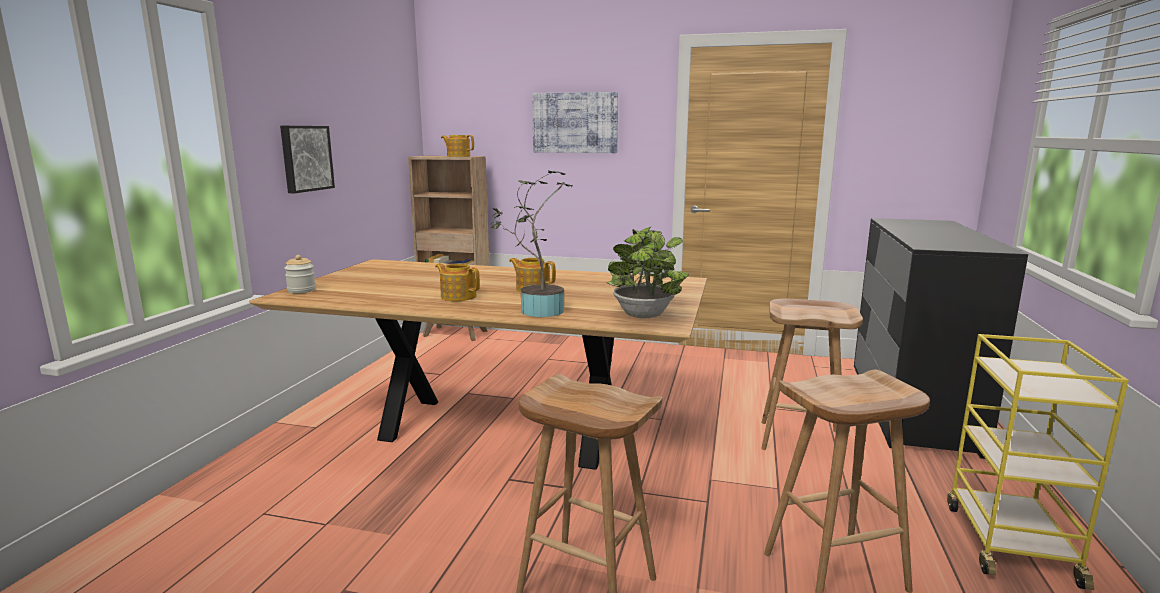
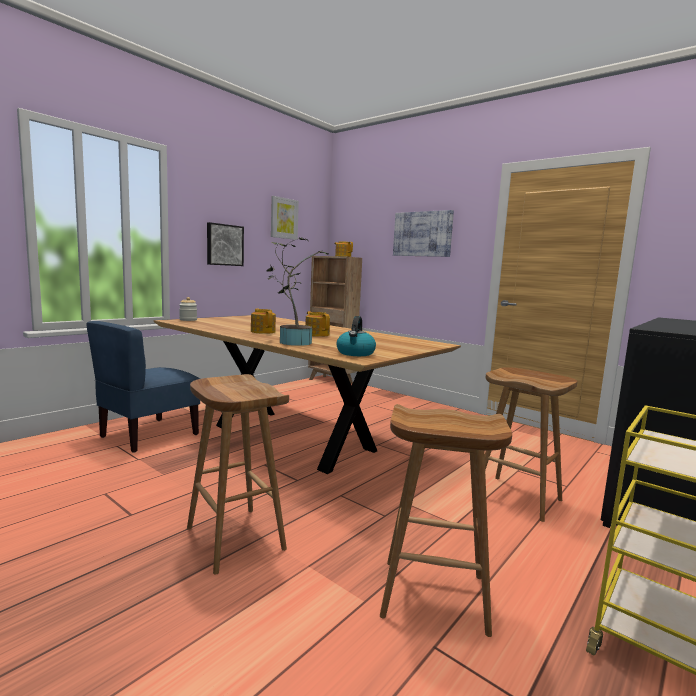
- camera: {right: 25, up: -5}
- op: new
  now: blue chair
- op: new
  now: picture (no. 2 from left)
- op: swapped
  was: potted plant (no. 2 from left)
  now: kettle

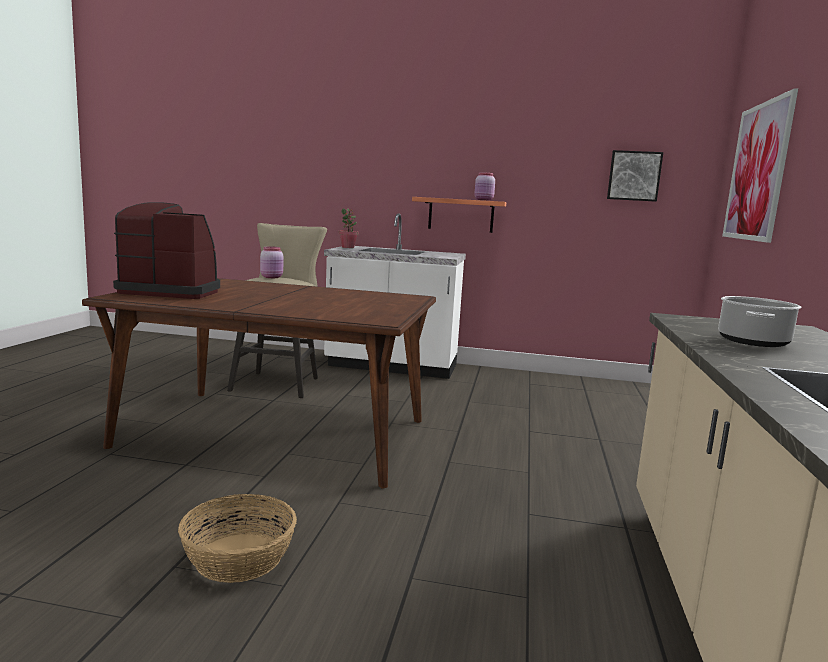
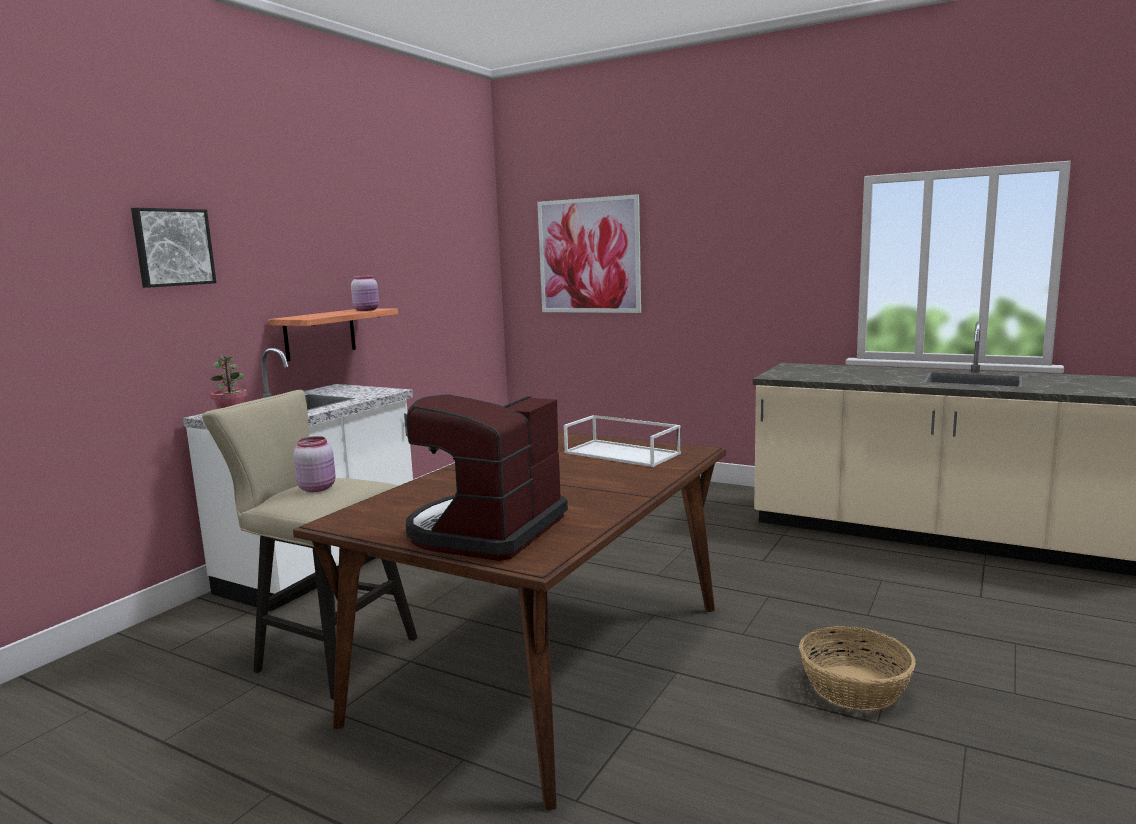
- camera: {right: -70, up: 0}
- op: gone
  was: cooking pot
- op: new
  now: white tray
- op: shifted
  was: picture (no. 1 from left)

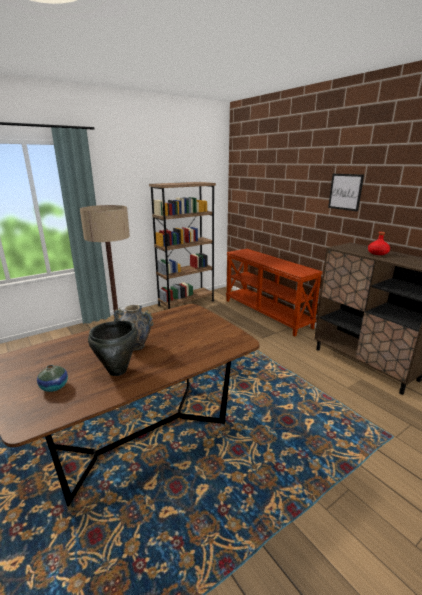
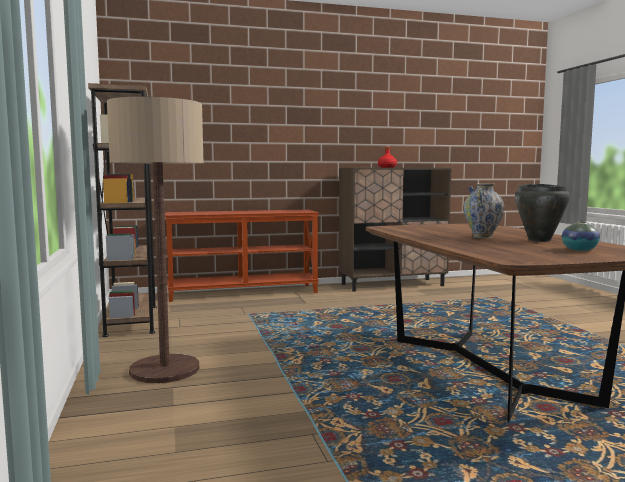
- camera: {right: -70, up: -15}
- op: gone
  was: picture

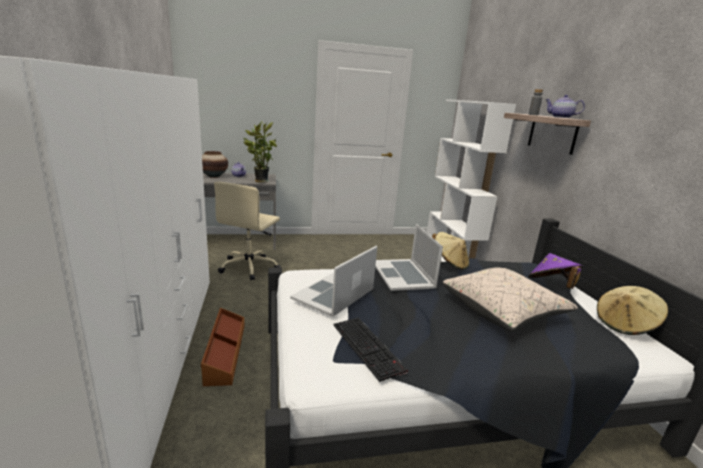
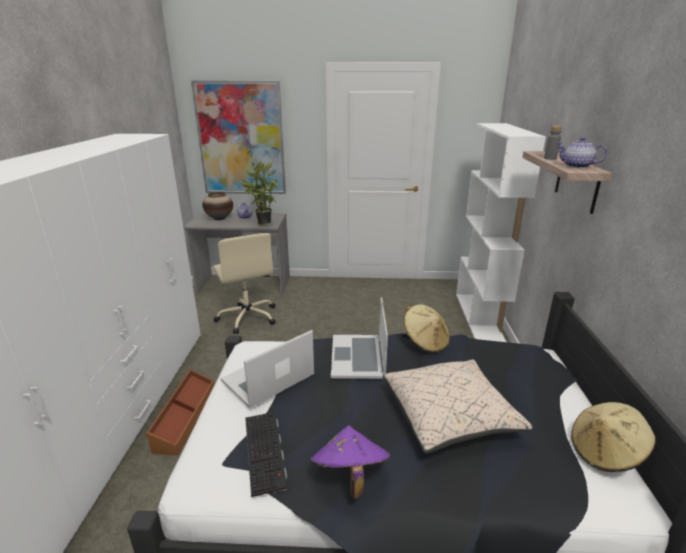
- camera: {right: 15, up: 5}
- op: new
  now: picture
- op: shifted
  was: purple hat
- op: rotated
  was: beige office chair
  clockwise: -60

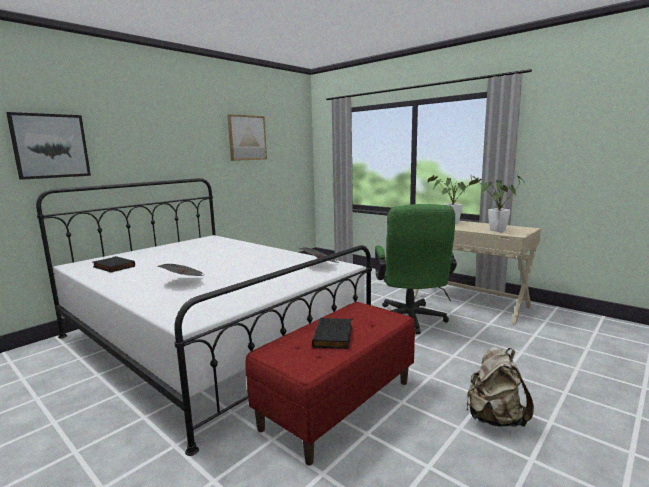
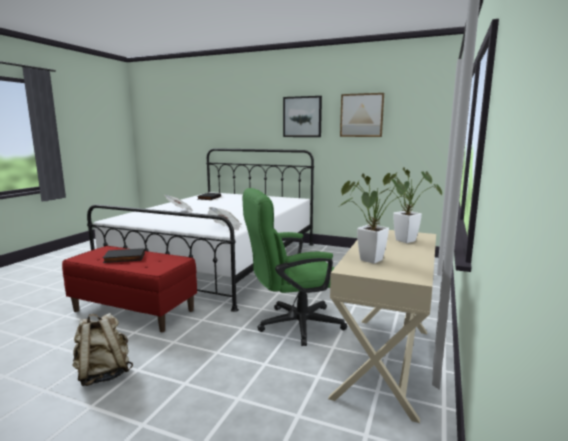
- camera: {right: 70, up: 0}
- op: shifted
  was: picture (no. 1 from left)

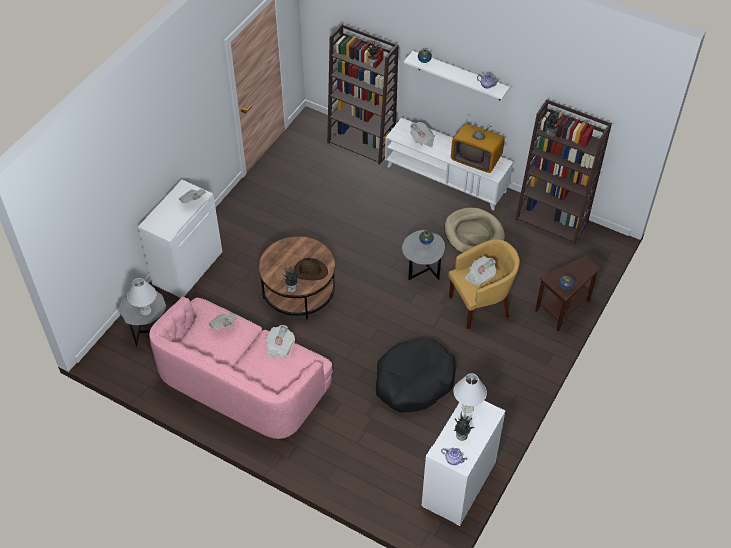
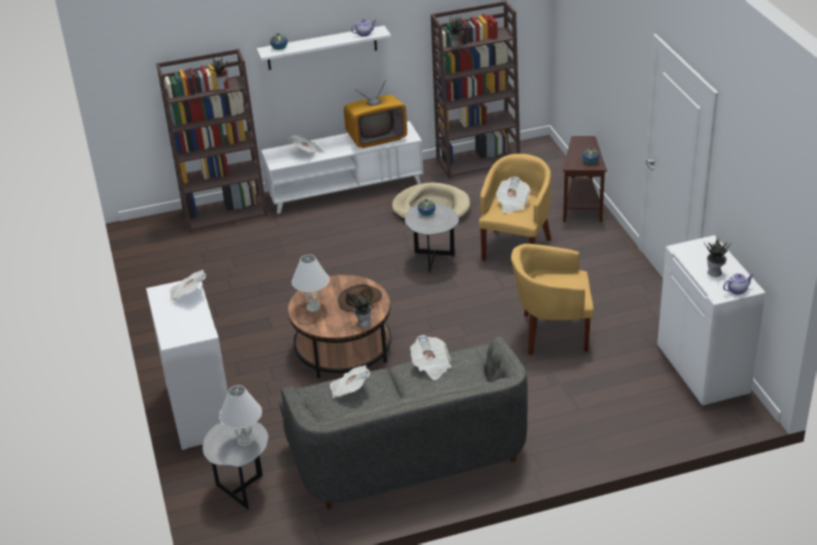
- camera: {right: -45, up: -15}
- op: shifted
  was: white table lamp (no. 2 from left)
- op: swapped
  was: black dog bed
  now: yellow armchair (no. 2 from left)
- op: repainted
  was: pink sofa
  now: grey sofa

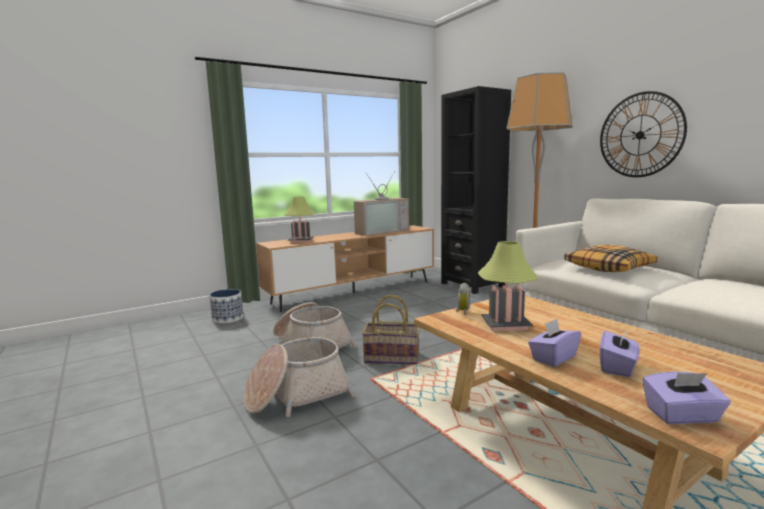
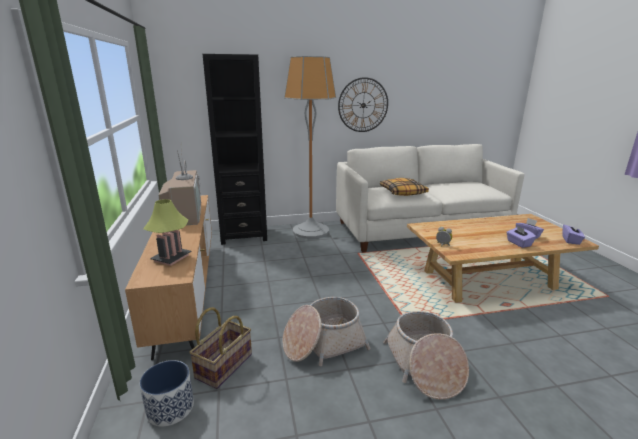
- camera: {right: -70, up: 10}
- op: gone
  was: table lamp (no. 2 from left)
- op: shifted
  was: basket (no. 3 from left in the first image)
  now: basket (no. 1 from left)

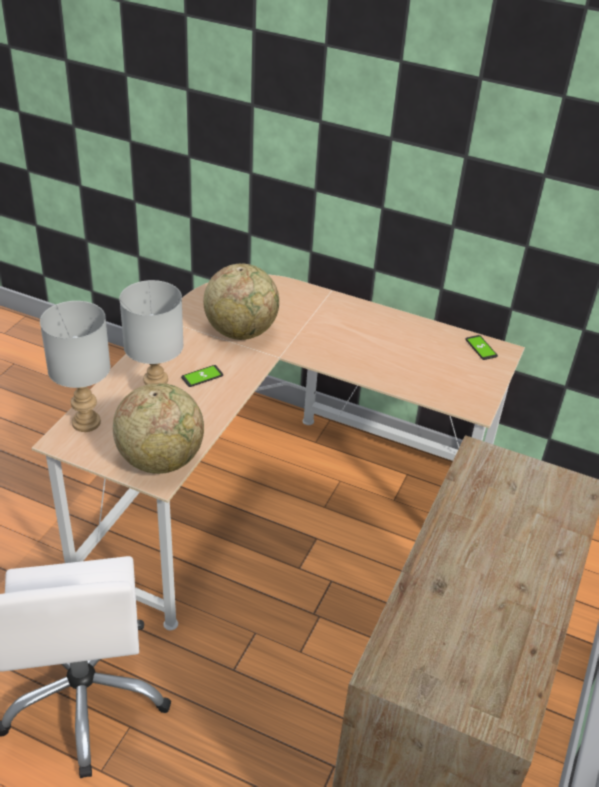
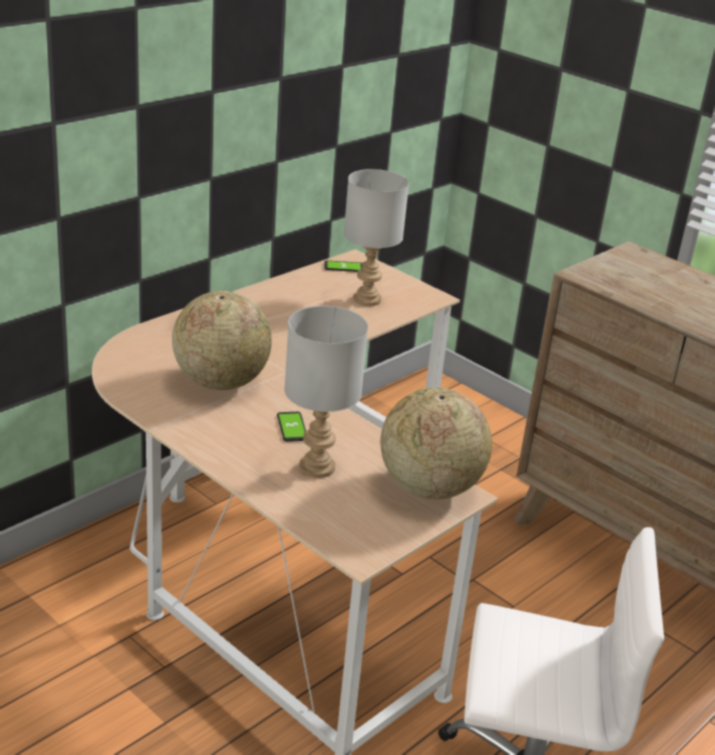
- camera: {right: -70, up: -10}
- op: shifted
  was: grey table lamp (no. 1 from left in the first image)
  now: grey table lamp (no. 2 from left)

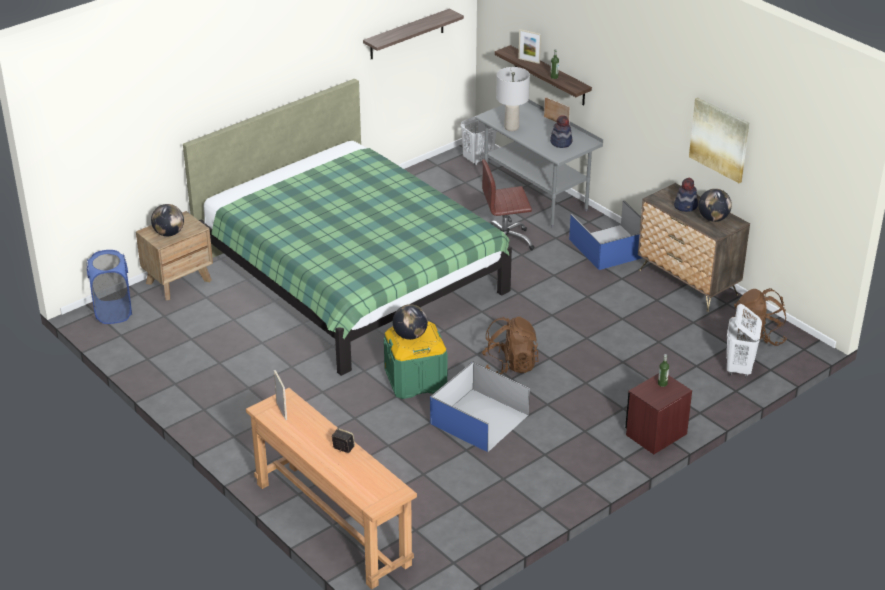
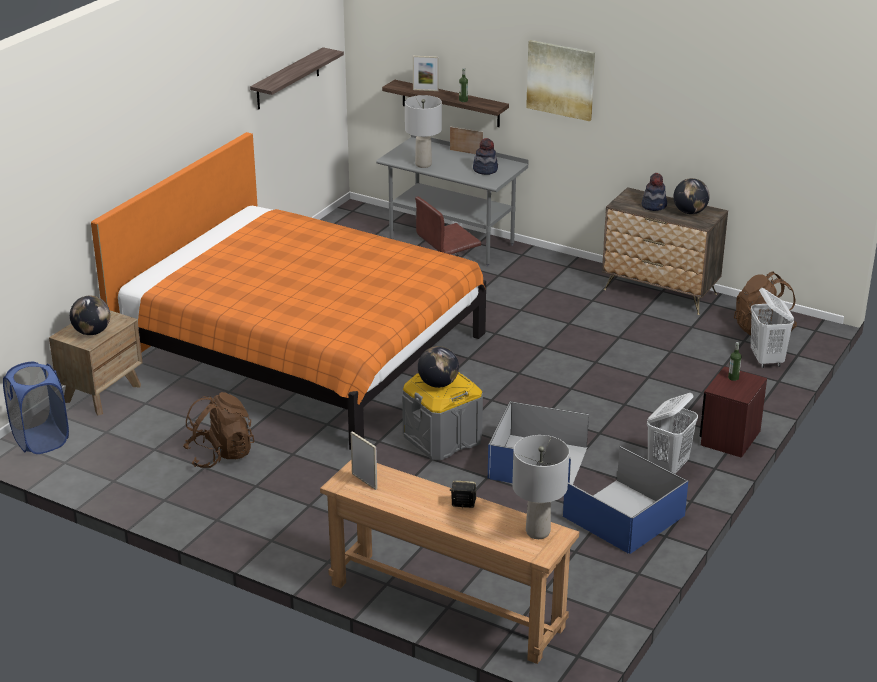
- camera: {right: -20, up: -5}
- op: new
  now: grey table lamp (no. 2 from left)
- op: shifted
  was: white laundry basket (no. 1 from left)
- op: shifted
  was: brown backpack (no. 1 from left)
- op: shifted
  was: blue storage box (no. 2 from left)
- op: shifted
  was: picture
- op: repainted
  was: green bed
  now: orange bed
- op: repainted
  was: green storage box
  now: grey storage box

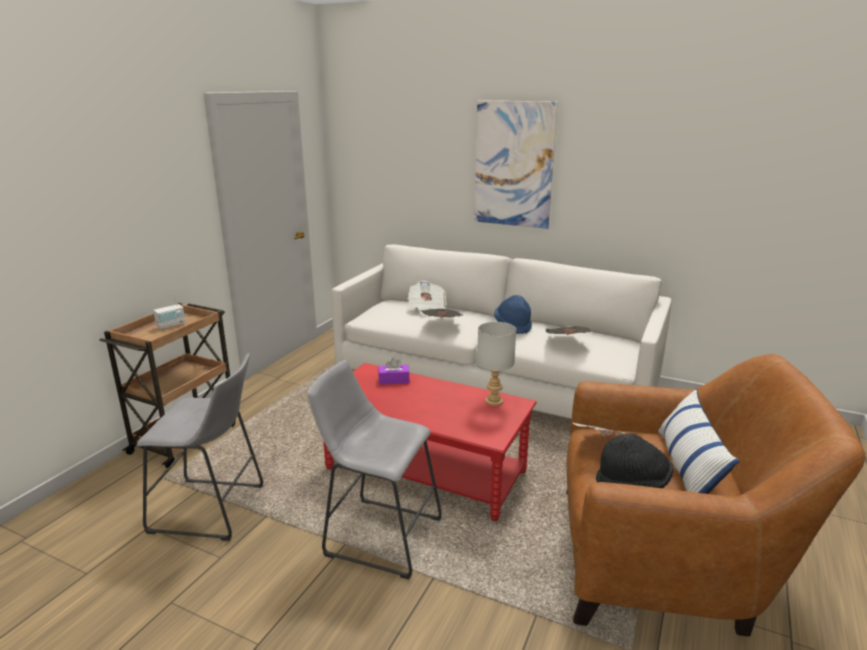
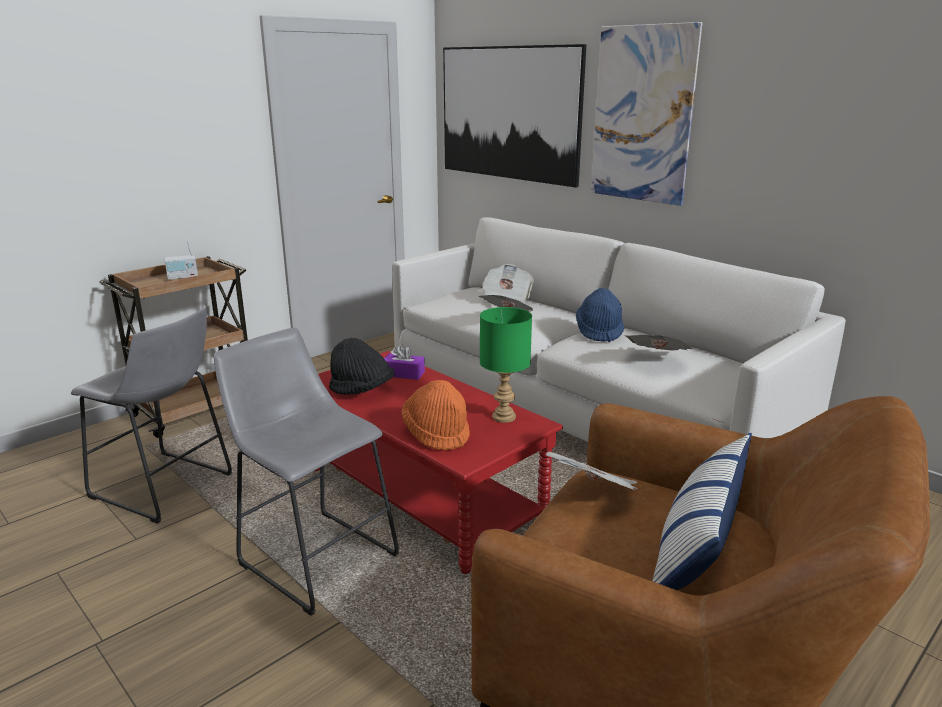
- camera: {right: 20, up: 0}
- op: new
  now: orange hat
- op: new
  now: picture (no. 1 from left)
- op: shifted
  was: black hat
- op: repainted
  was: grey table lamp
  now: green table lamp

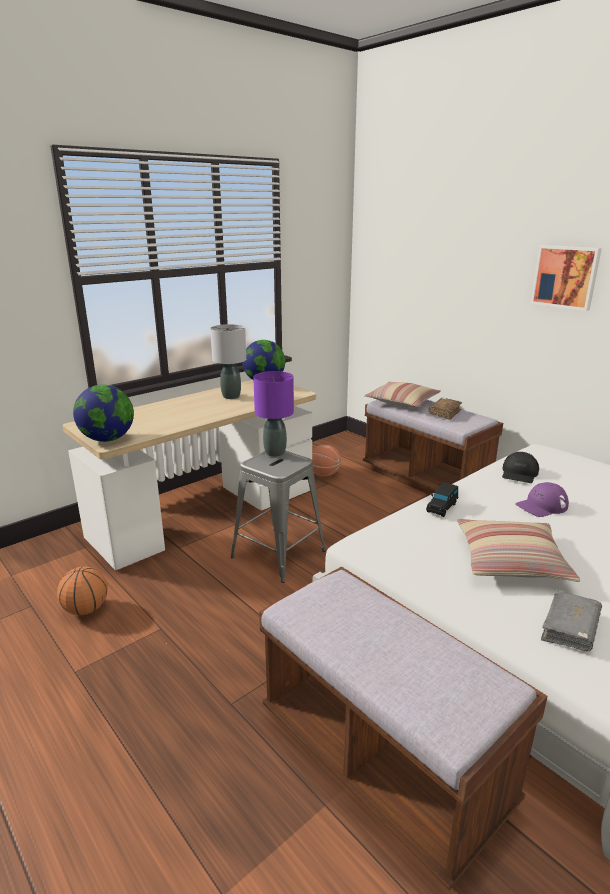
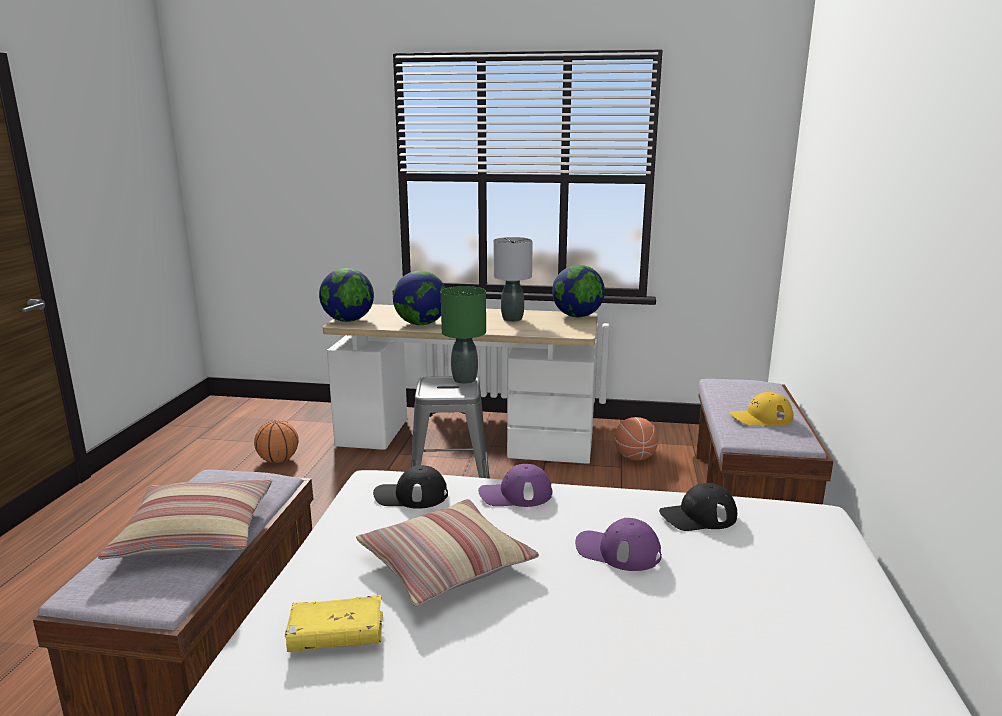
- camera: {right: 50, up: -5}
- op: gone
  was: picture
- op: new
  now: black cap (no. 1 from left)
- op: new
  now: globe (no. 2 from left)
- op: shifted
  was: pillow (no. 1 from left)
- op: swapped
  was: black toy car
  now: purple cap (no. 1 from left)
- op: swapped
  was: brown book
  now: yellow cap
- op: repainted
  was: purple table lamp
  now: green table lamp
- op: repainted
  was: grey book
  now: yellow book

